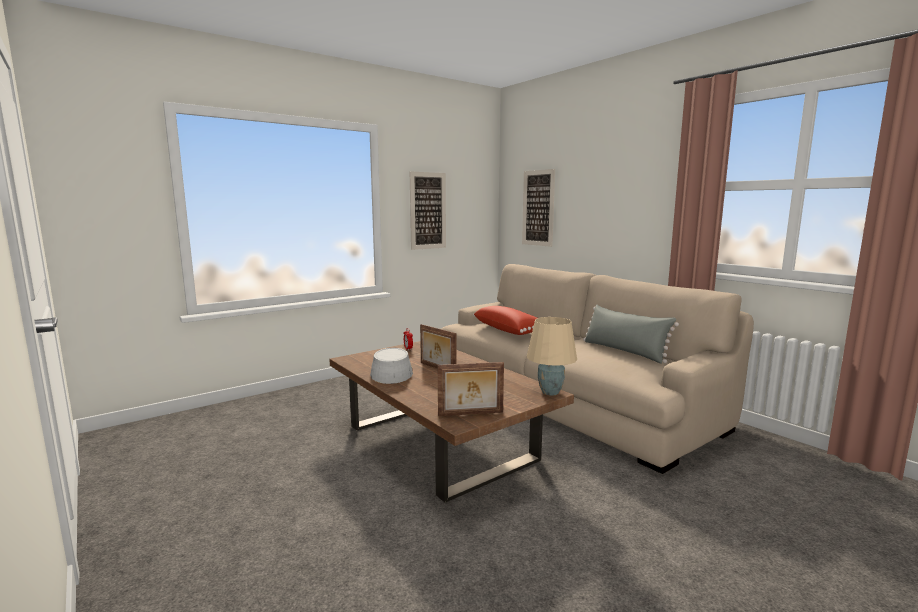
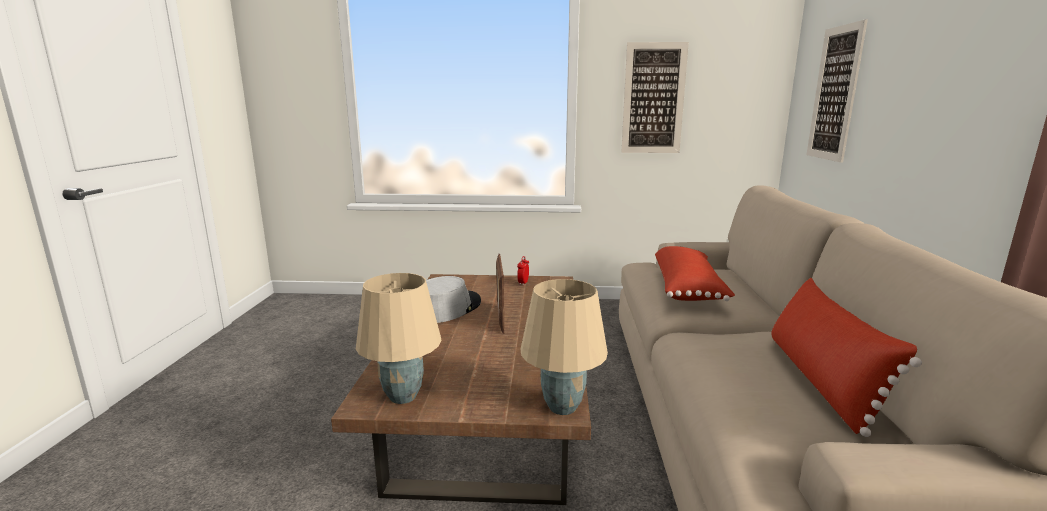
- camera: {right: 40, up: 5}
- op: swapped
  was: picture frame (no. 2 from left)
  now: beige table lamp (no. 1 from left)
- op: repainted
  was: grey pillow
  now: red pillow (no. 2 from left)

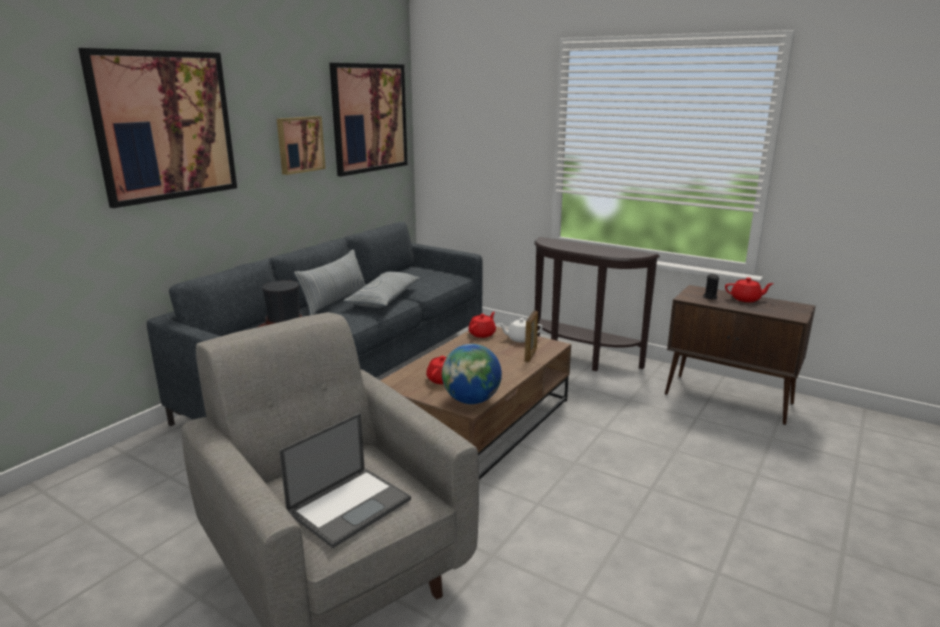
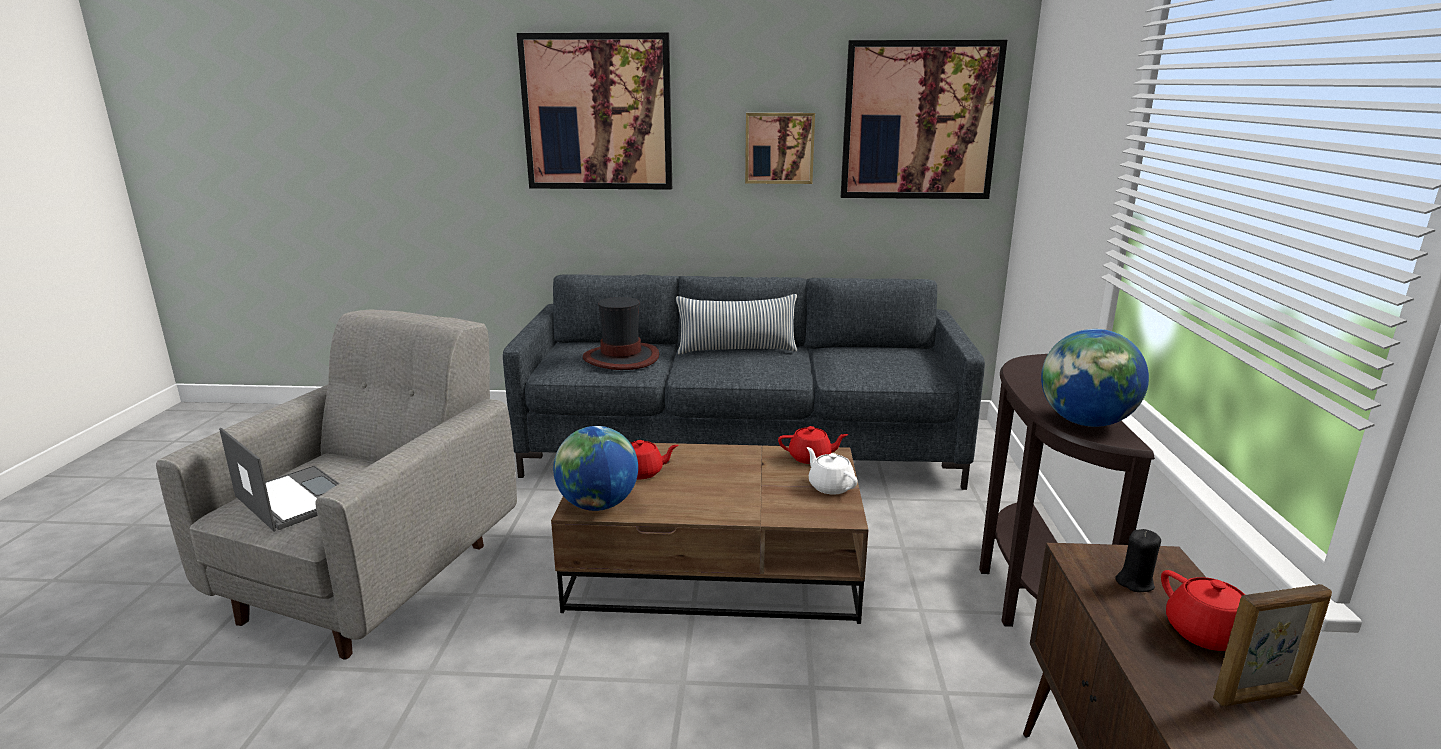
- camera: {right: 60, up: 0}
- op: gone
  was: pillow (no. 2 from left)
- op: new
  now: globe (no. 2 from left)
- op: shifted
  was: picture frame
- op: rotated
  was: laptop
  clockwise: -150

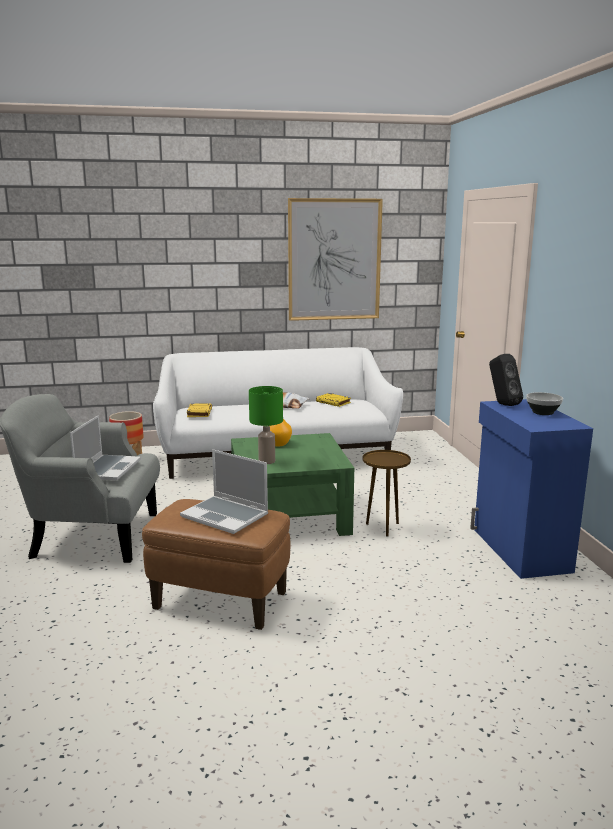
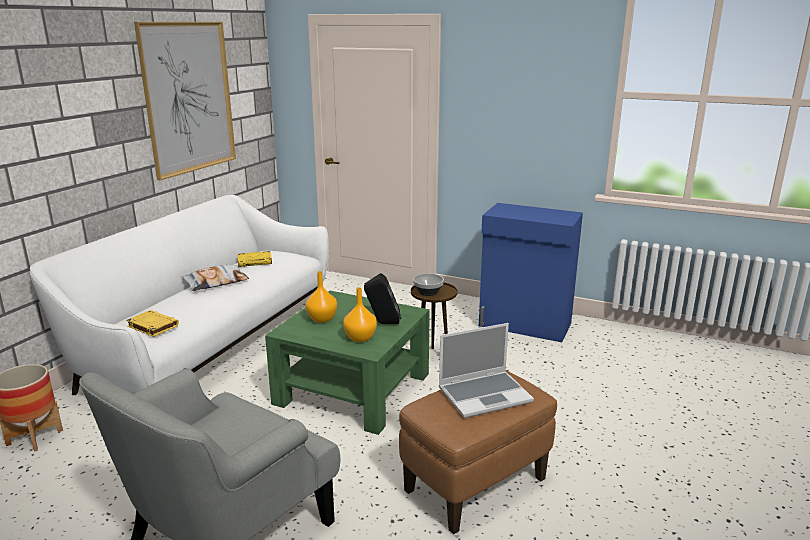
- camera: {right: -55, up: 5}
- op: gone
  was: laptop (no. 1 from left)
- op: shifted
  was: black speaker
- op: shifted
  was: bowl
- op: swapped
  was: green table lamp
  now: orange vase (no. 2 from left)

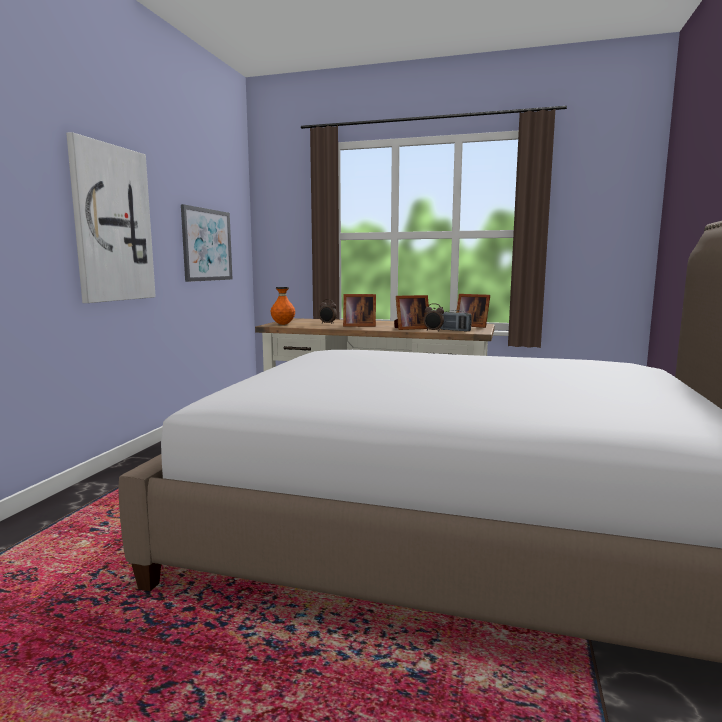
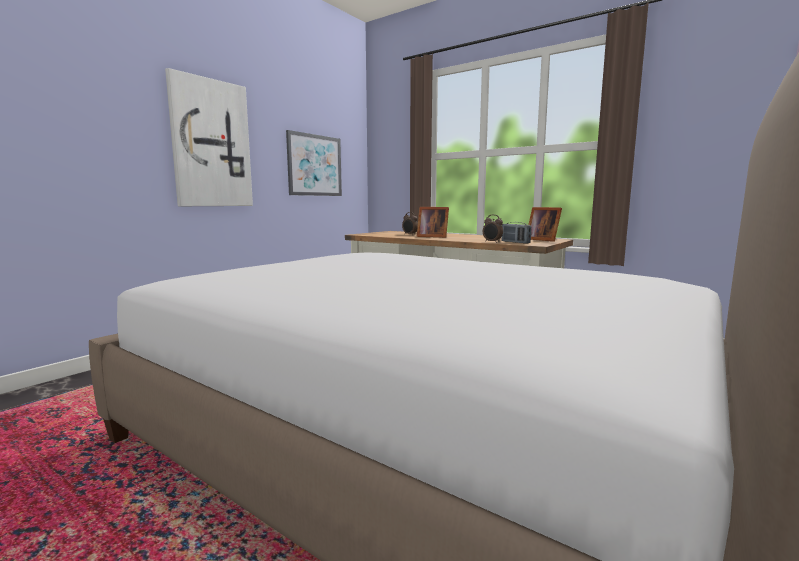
- camera: {right: 20, up: 0}
- op: gone
  was: orange vase
- op: gone
  was: picture frame (no. 2 from left)

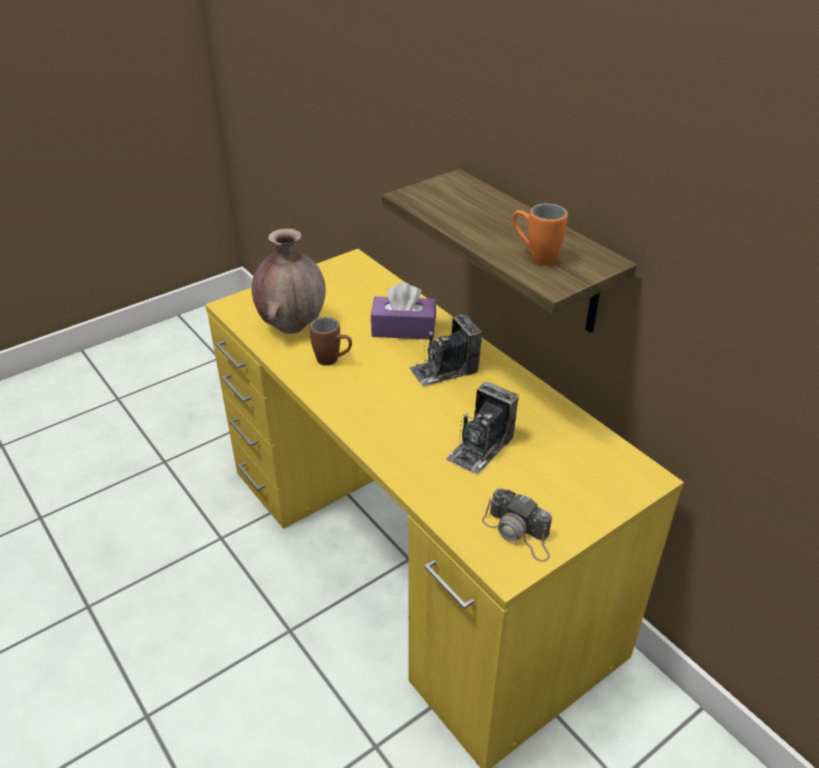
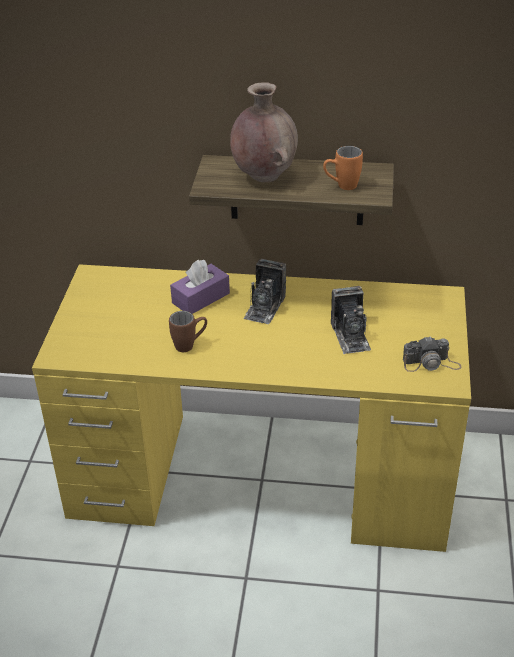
- camera: {right: -45, up: 0}
- op: shifted
  was: brown vase

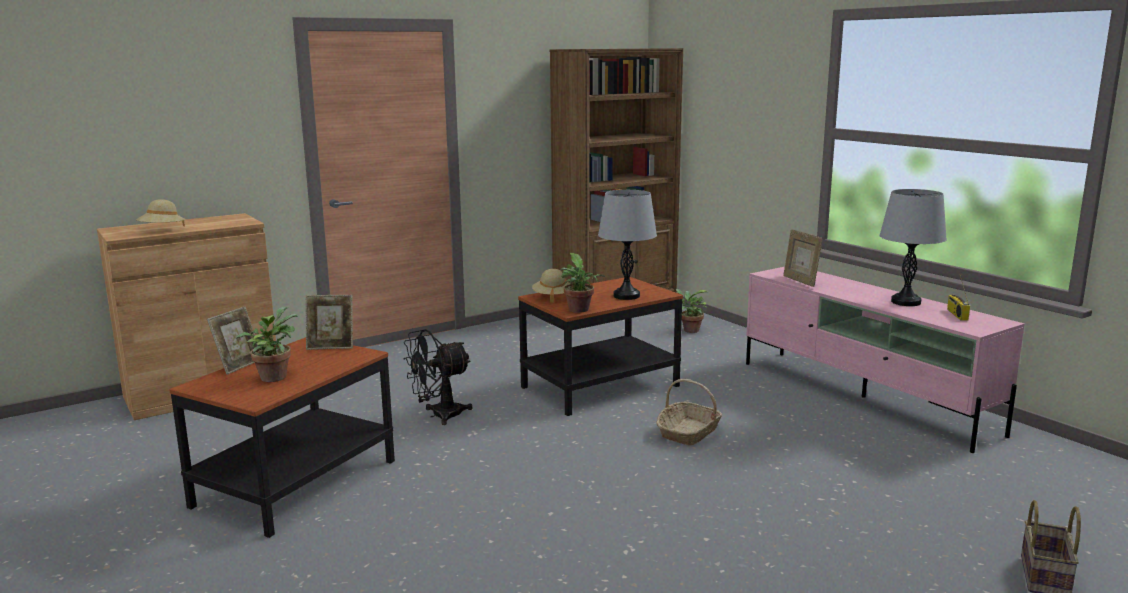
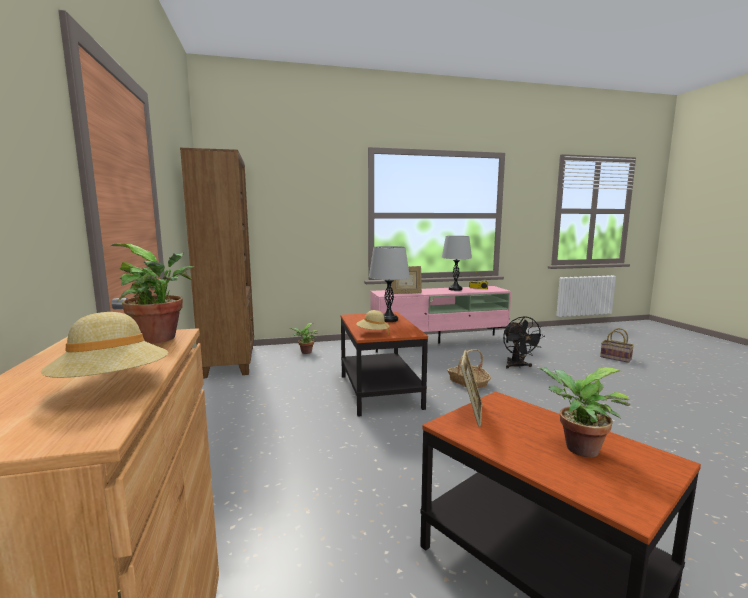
- camera: {right: -70, up: -5}
- op: gone
  was: picture frame (no. 1 from left)
- op: shifted
  was: black fan
- op: shifted
  was: potted plant (no. 2 from left in the first image)
  now: potted plant (no. 1 from left)

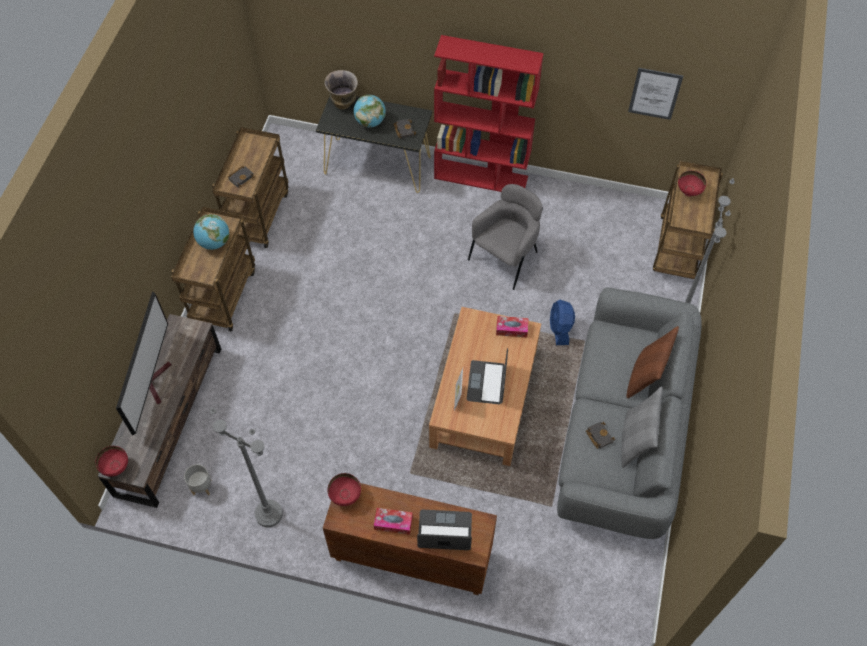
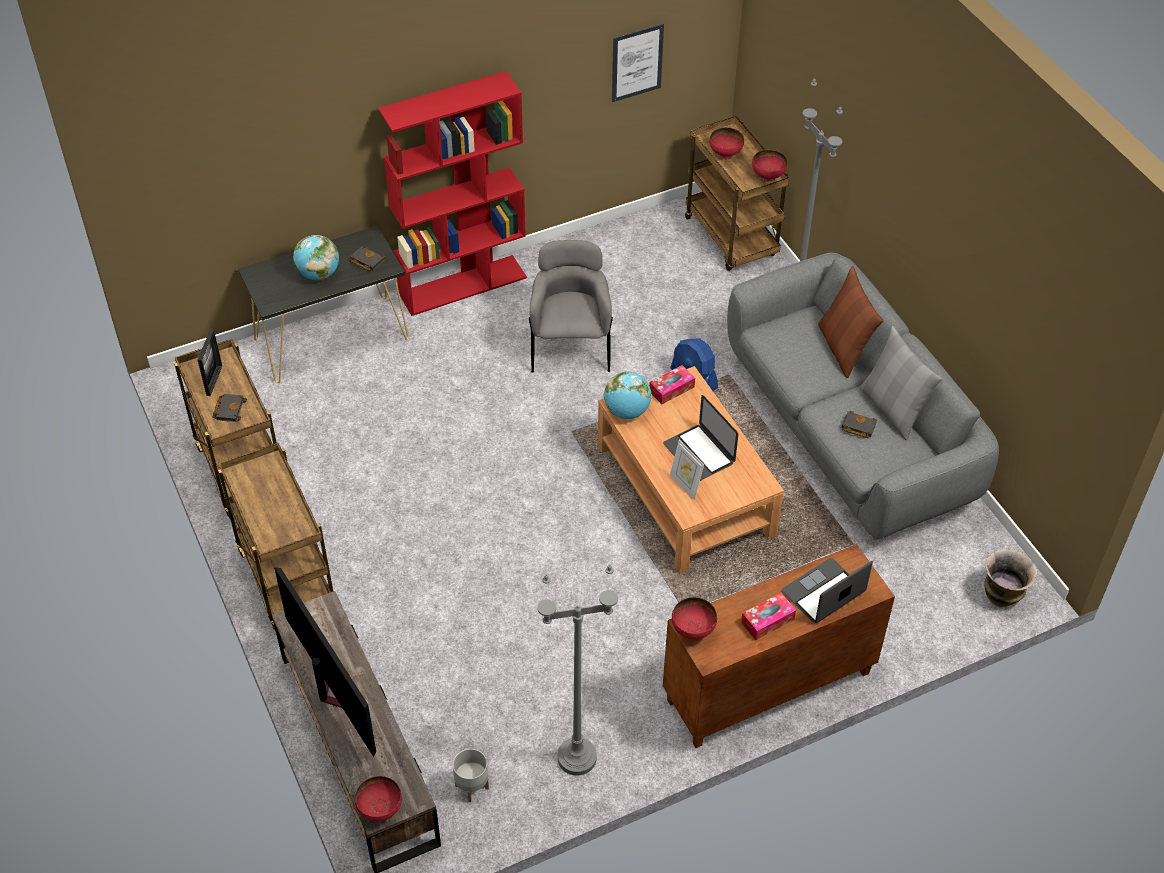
- camera: {right: -40, up: -10}
- op: new
  now: picture frame (no. 1 from left)
- op: new
  now: red bowl (no. 4 from left)
- op: shifted
  was: globe (no. 1 from left in the first image)
  now: globe (no. 2 from left)
- op: shifted
  was: vase

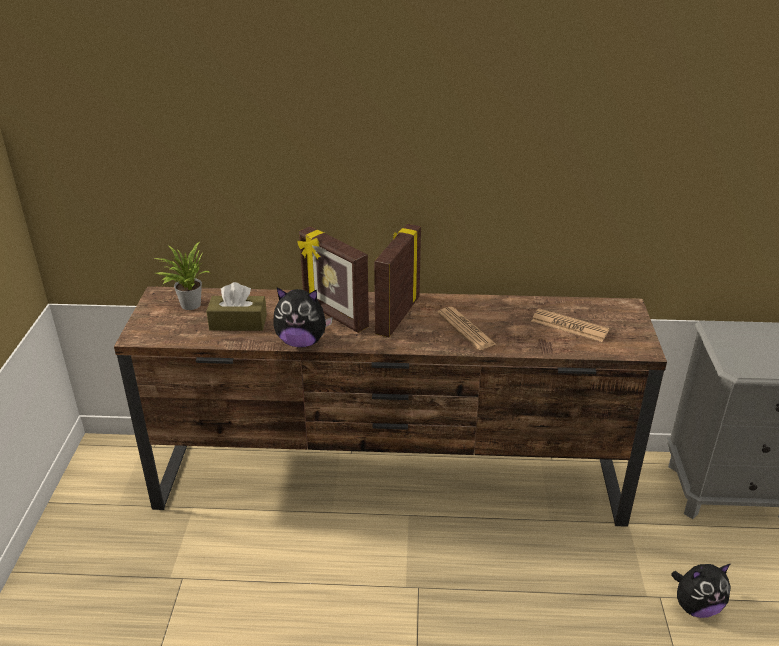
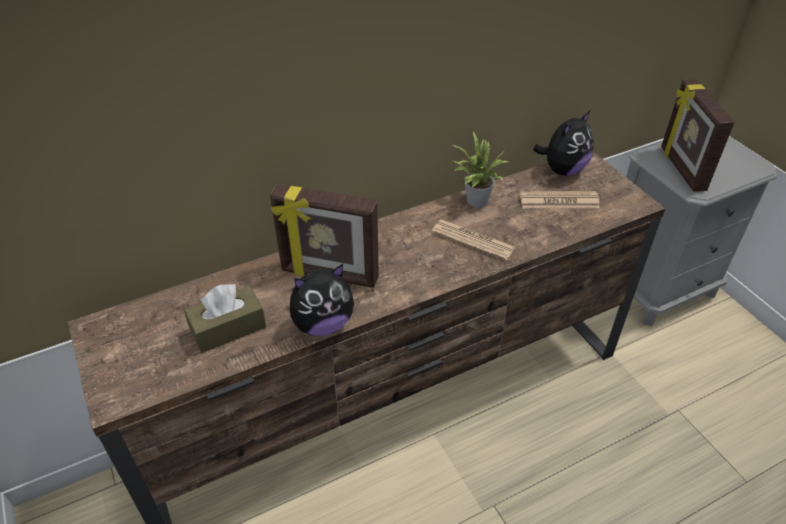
- camera: {right: -30, up: 10}
- op: shifted
  was: potted plant
- op: shifted
  was: picture frame (no. 2 from left)
- op: shifted
  was: plush toy (no. 2 from left)

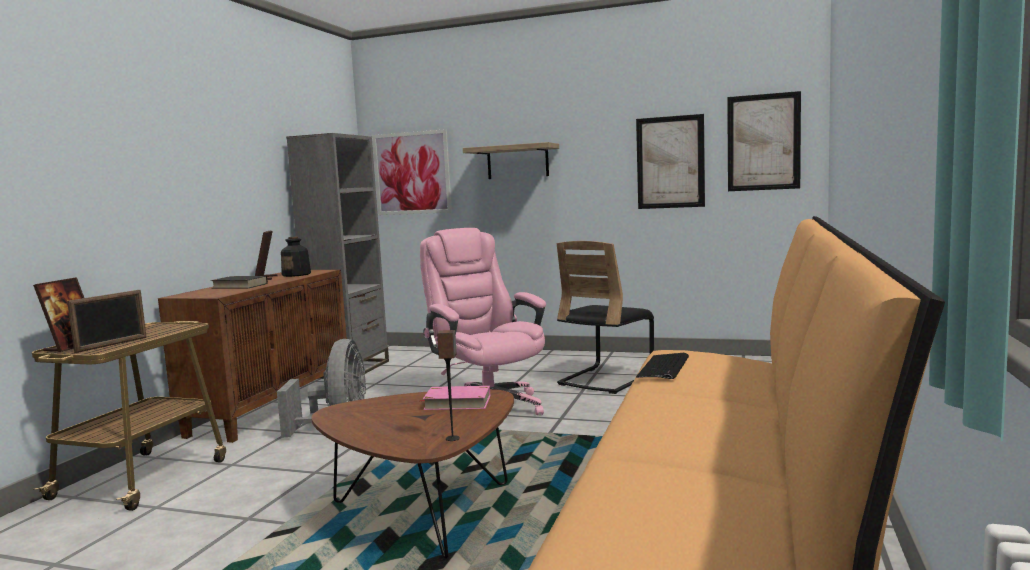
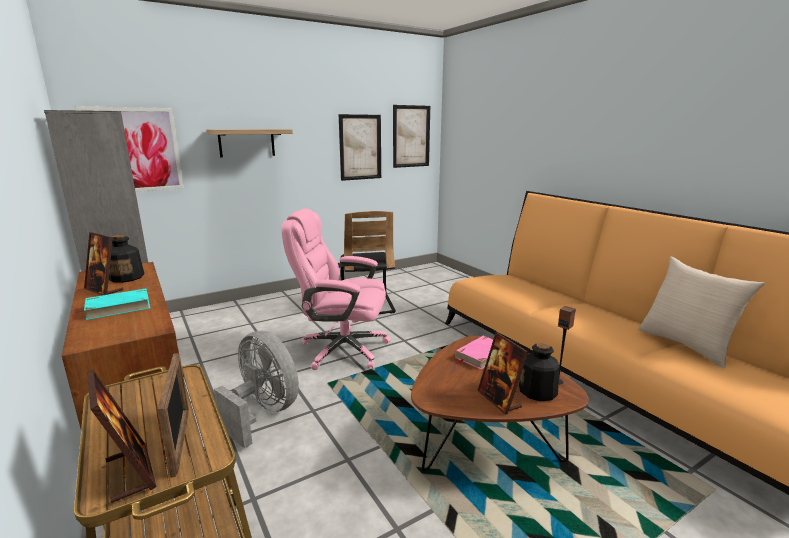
- camera: {right: -50, up: 10}
- op: gone
  was: keyboard
- op: new
  now: picture frame (no. 4 from left)
- op: new
  now: bottle (no. 2 from left)
- op: new
  now: beige pillow
- op: repainted
  was: black book
  now: turquoise book

